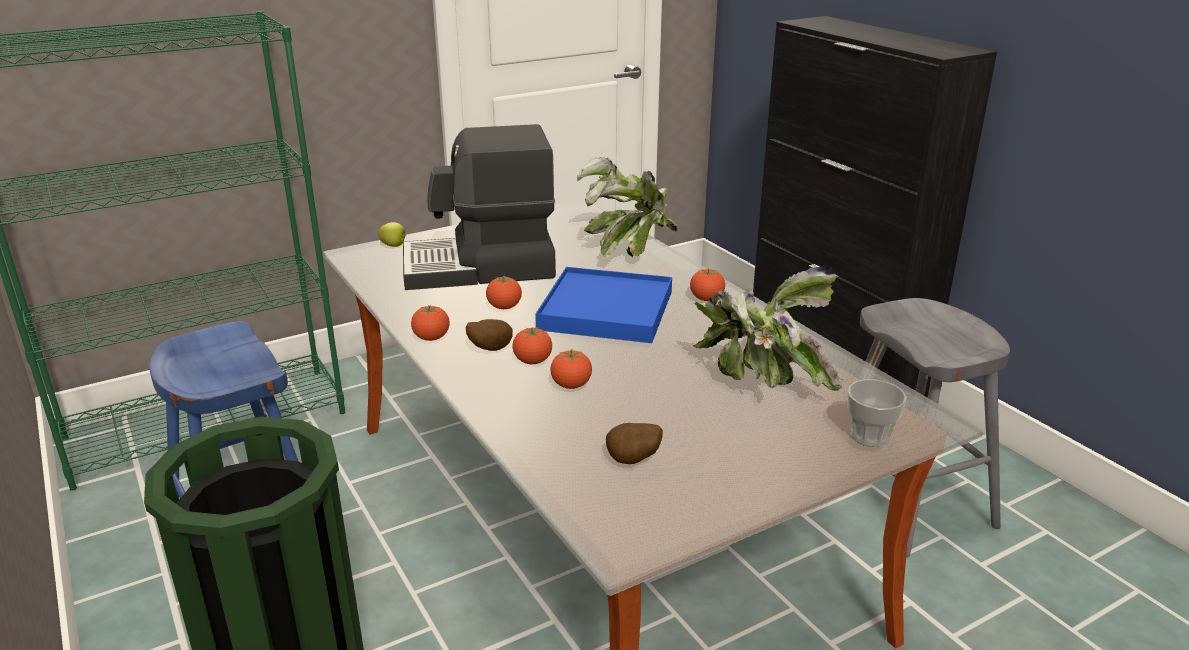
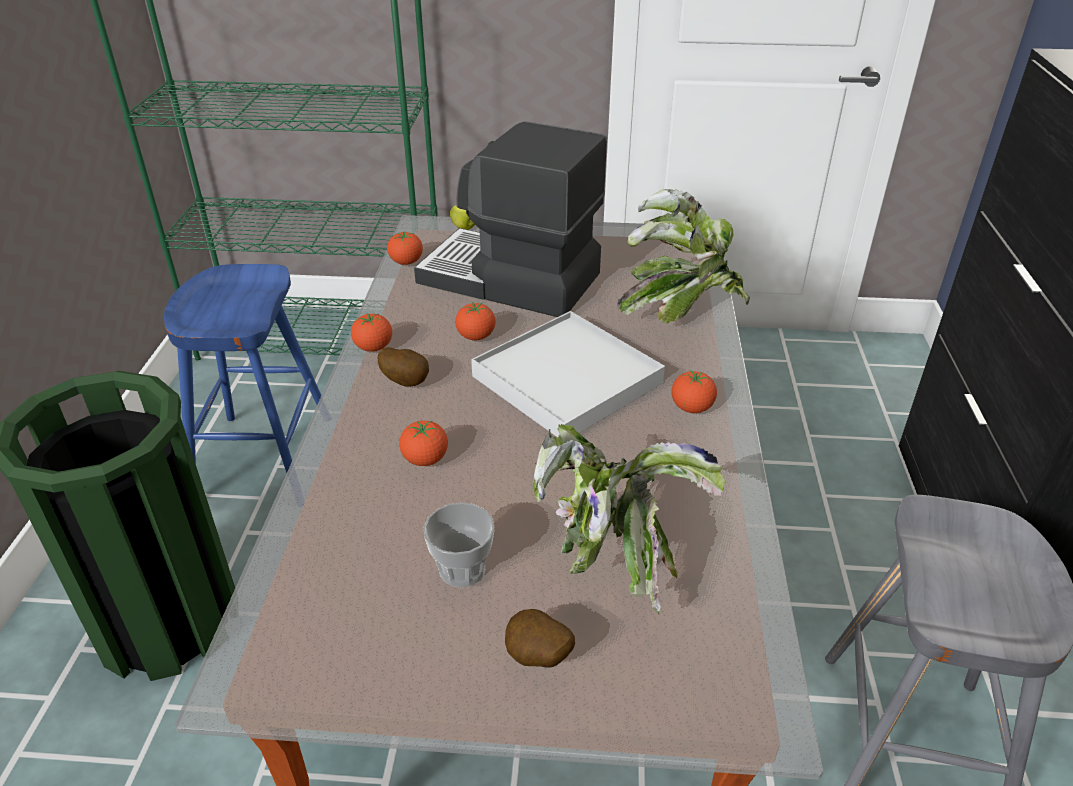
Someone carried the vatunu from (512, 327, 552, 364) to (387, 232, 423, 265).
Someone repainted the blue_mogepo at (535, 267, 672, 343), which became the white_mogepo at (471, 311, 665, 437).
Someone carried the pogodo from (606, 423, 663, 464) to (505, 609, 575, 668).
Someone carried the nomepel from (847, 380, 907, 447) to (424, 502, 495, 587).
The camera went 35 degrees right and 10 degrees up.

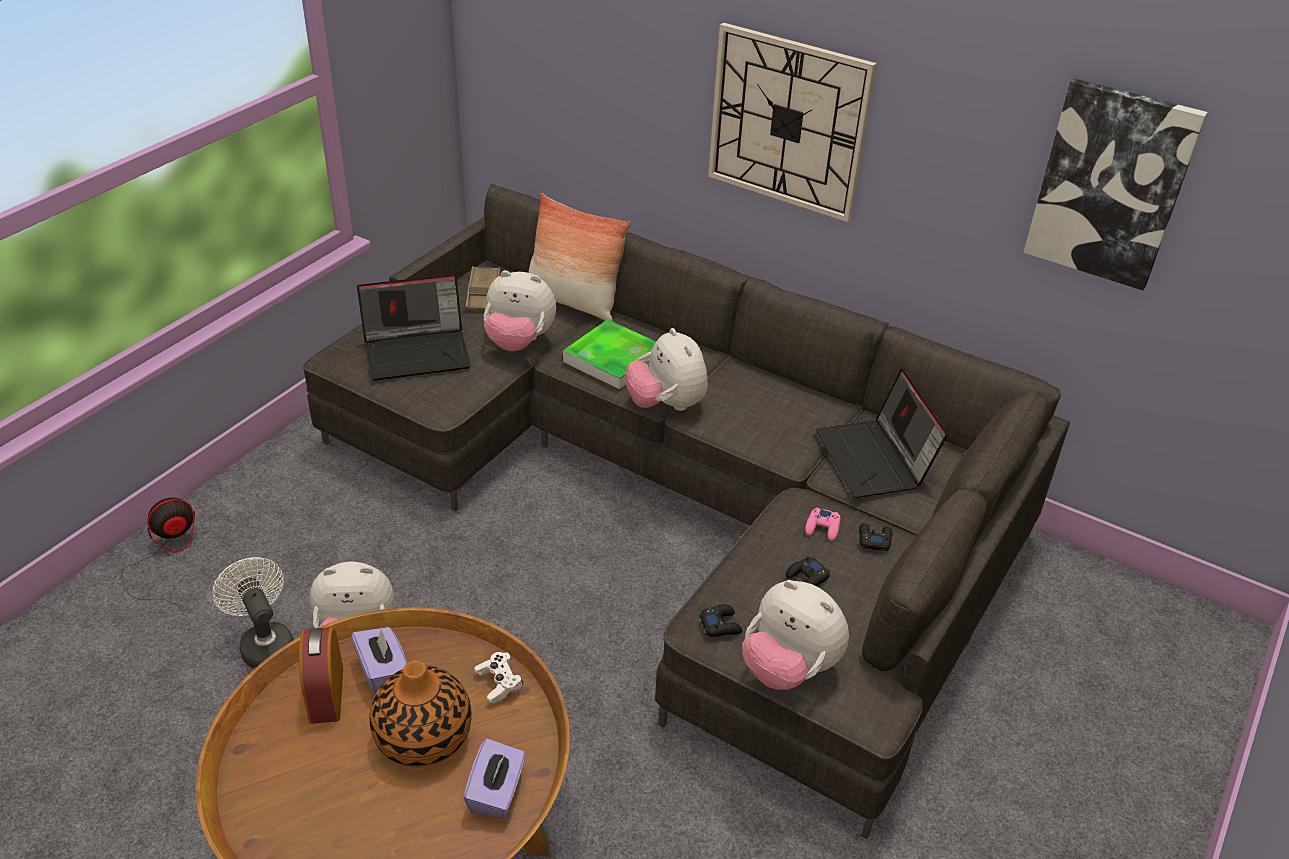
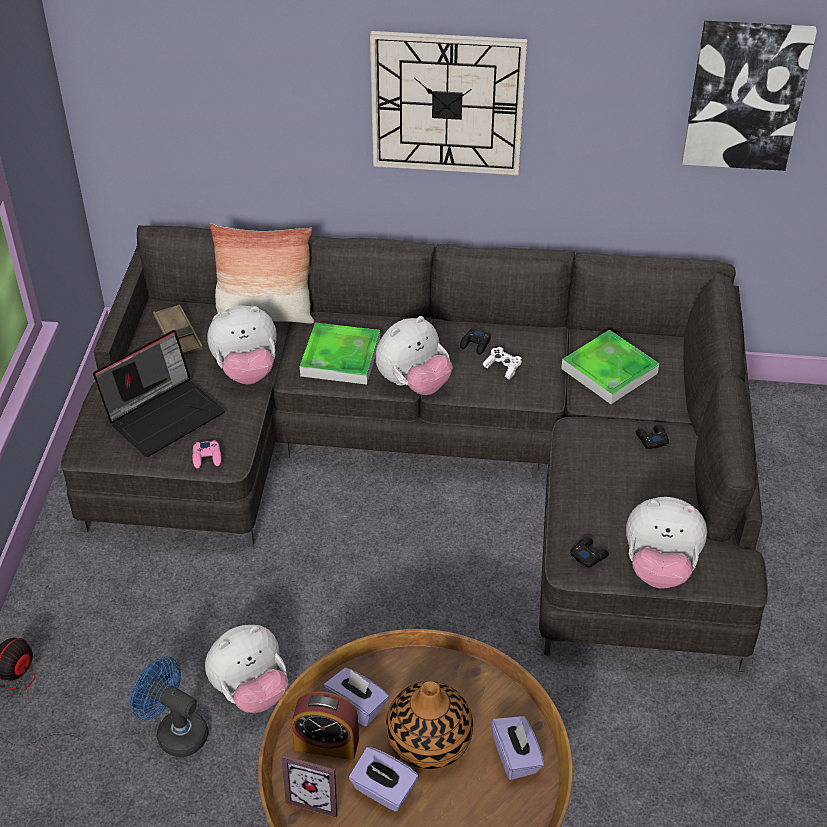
Someone repainted the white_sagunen at (212, 557, 294, 668), which became the blue_sagunen at (130, 657, 208, 757).
Someone rotated the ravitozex at (299, 627, 343, 724) by 45 degrees counterclockwise.
Someone carried the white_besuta from (475, 652, 523, 703) to (483, 347, 522, 380).
Someone rotated the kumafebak at (625, 328, 708, 411) by 75 degrees counterclockwise.
Someone carried the black_besuta from (786, 556, 830, 586) to (460, 328, 491, 355).
Someone carried the pink_besuta from (805, 508, 841, 541) to (192, 440, 221, 468).
Someone swapped the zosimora at (816, 368, 948, 498) for the mogepo at (561, 330, 659, 404).
Someone put down the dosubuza at (282, 755, 337, 817).
Someone put down the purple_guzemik at (349, 747, 419, 812).
The camera went 25 degrees left and 5 degrees up.

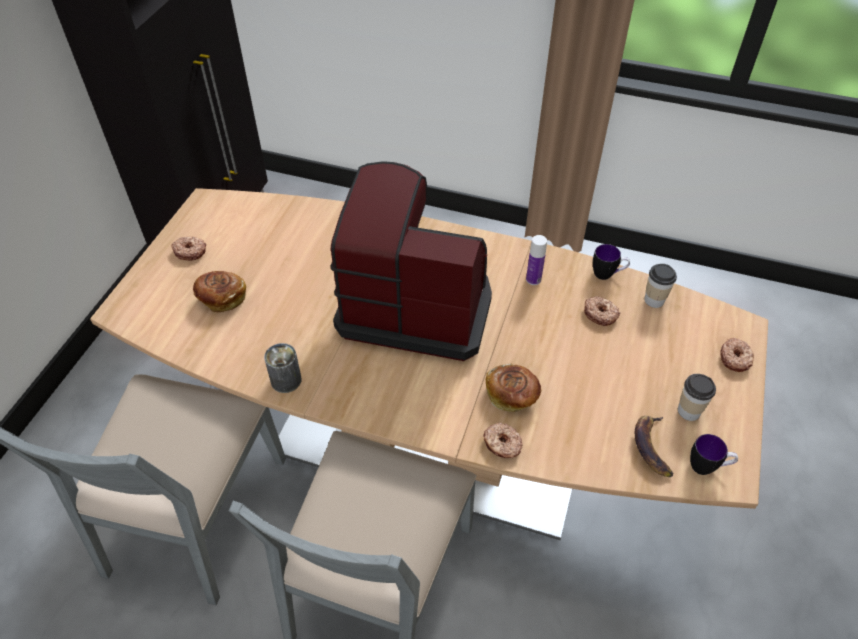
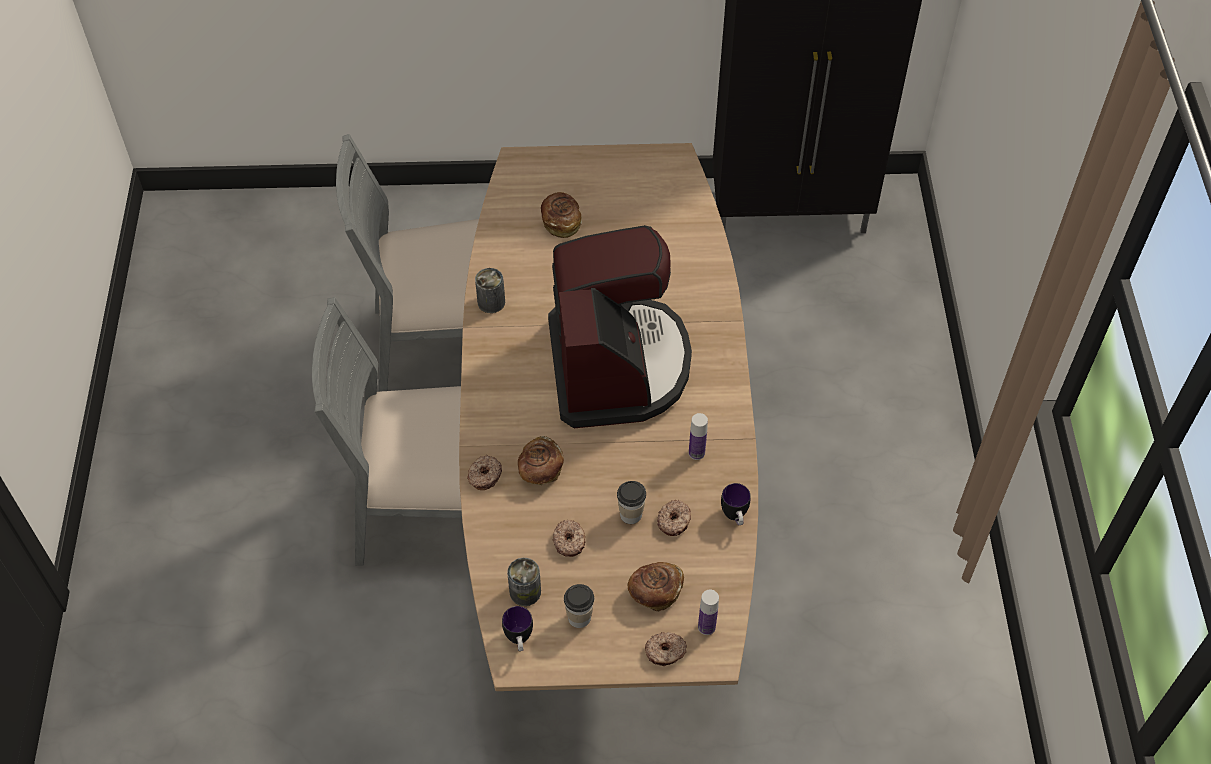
Someone carried the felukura from (171, 237, 206, 260) to (553, 520, 585, 557).
Someone swapped the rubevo at (635, 416, 673, 477) for the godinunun at (507, 558, 541, 606).
Someone carried the nomepel from (644, 264, 677, 308) to (617, 481, 646, 524).
Someone put down the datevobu at (627, 562, 684, 612).
Someone put down the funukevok at (698, 590, 719, 635).
The camera went 70 degrees right and 5 degrees up.

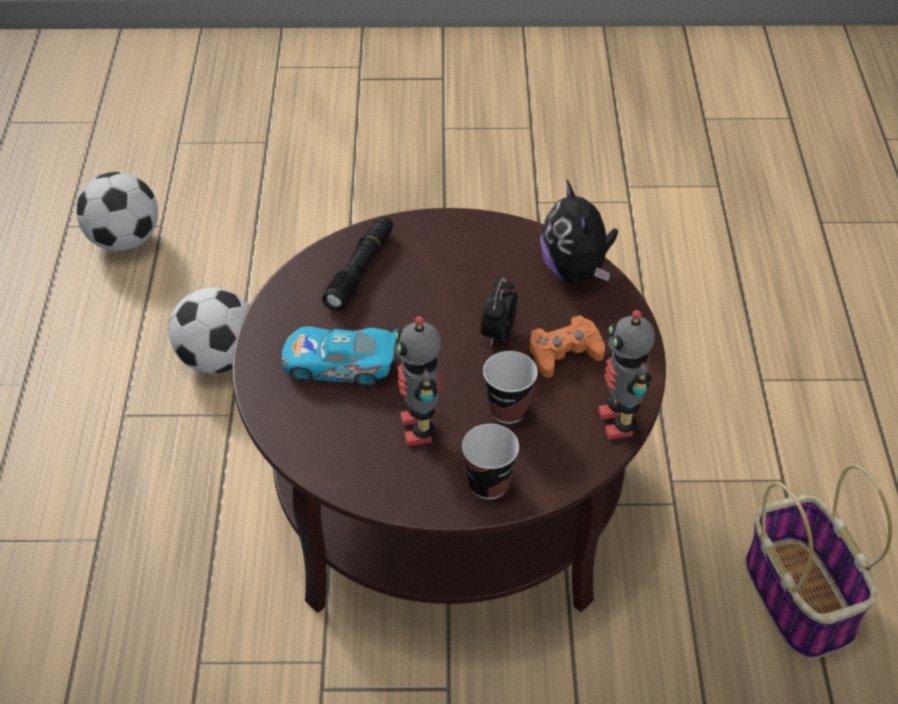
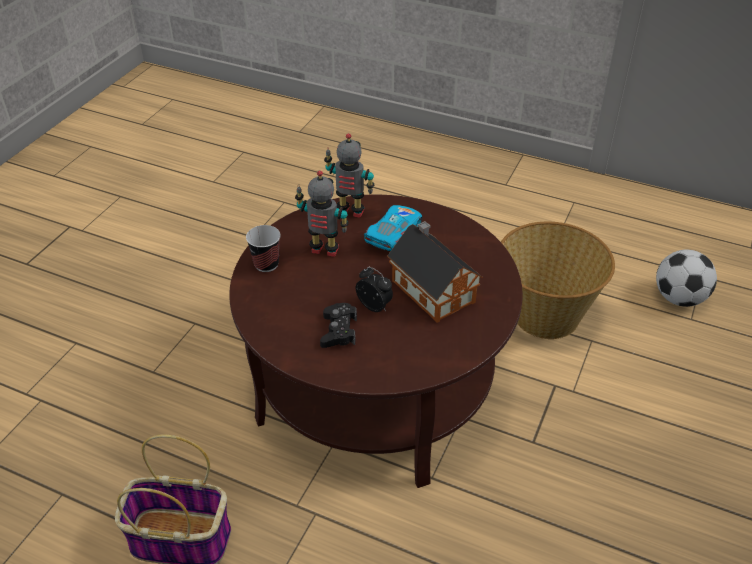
Someone swapped the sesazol at (168, 287, 249, 374) for the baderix at (501, 222, 615, 339).
Someone took away the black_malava at (322, 216, 393, 311).
Someone took away the nomepel at (483, 351, 538, 424).
Someone repainted the orange_besuta at (530, 315, 605, 378), which became the black_besuta at (320, 303, 357, 348).
Someone took away the kumafebak at (540, 180, 618, 283).
Someone carried the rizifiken from (598, 310, 655, 440) to (324, 133, 374, 218).
Someone put down the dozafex at (387, 221, 483, 323).
The camera went 115 degrees right and 5 degrees down.

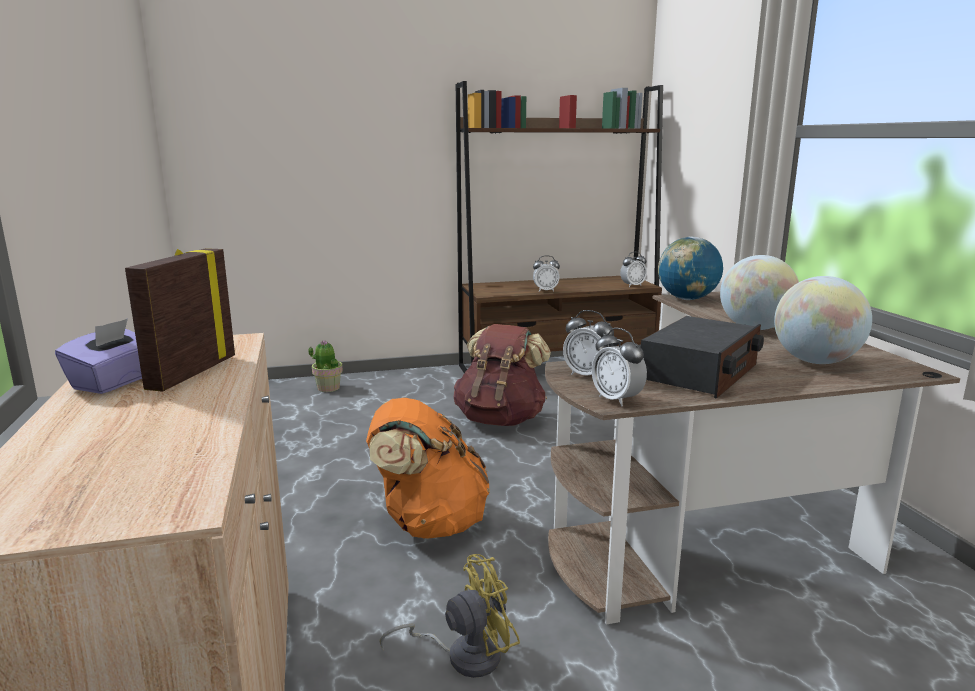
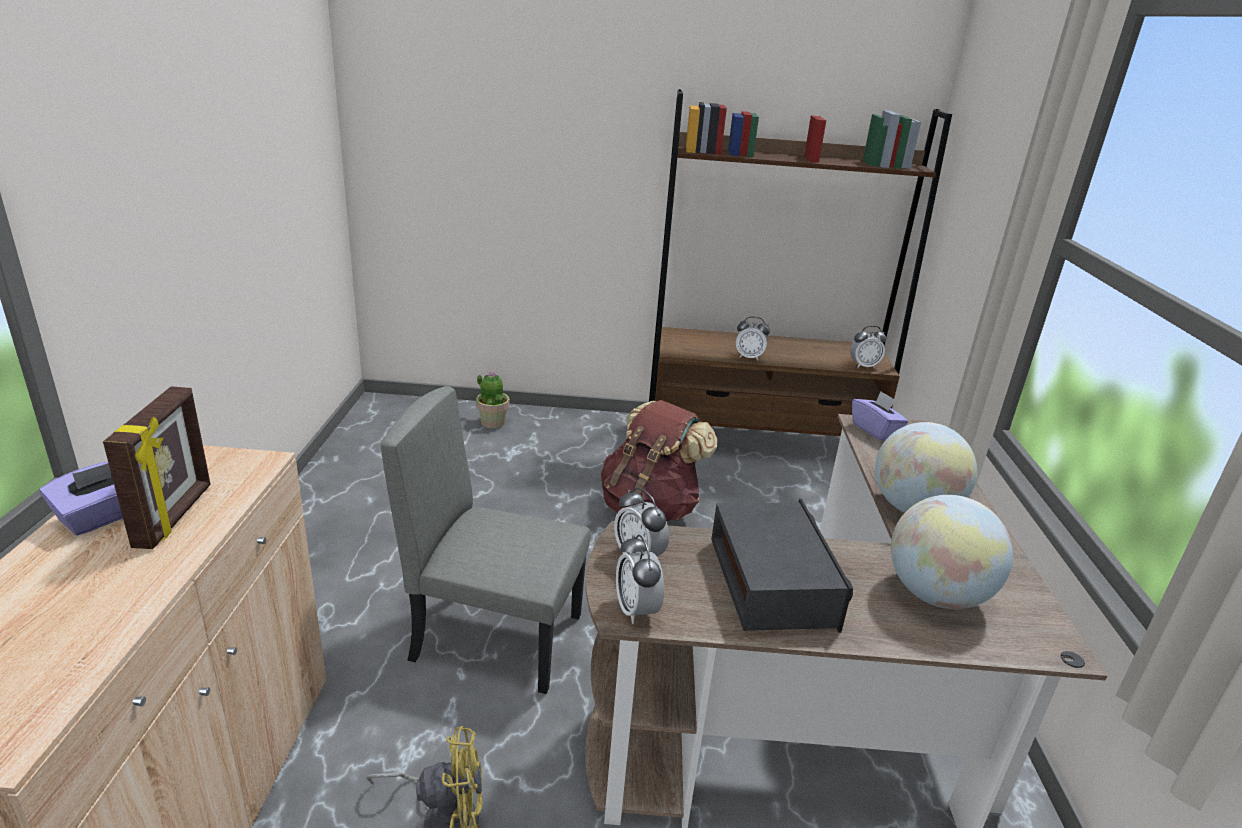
Someone rotated the dosubuza at (125, 248, 235, 392) by 150 degrees clockwise.
Someone swapped the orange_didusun at (366, 398, 490, 539) for the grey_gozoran at (381, 386, 591, 694).
Someone rotated the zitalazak at (641, 316, 764, 399) by 60 degrees counterclockwise.
Someone swapped the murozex at (658, 236, 723, 300) for the purple_guzemik at (852, 391, 908, 441).
The camera went 15 degrees right and 10 degrees up.

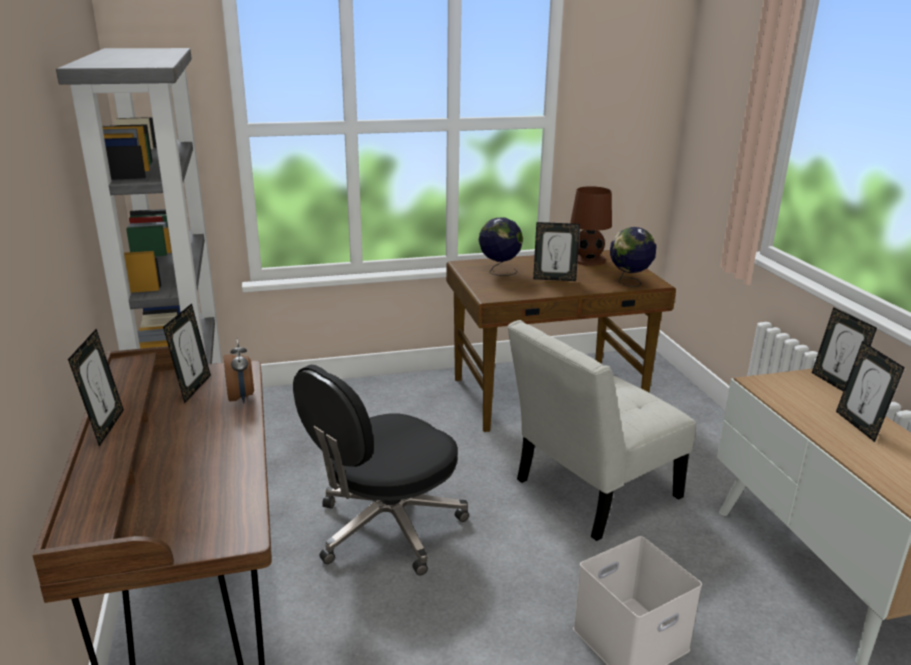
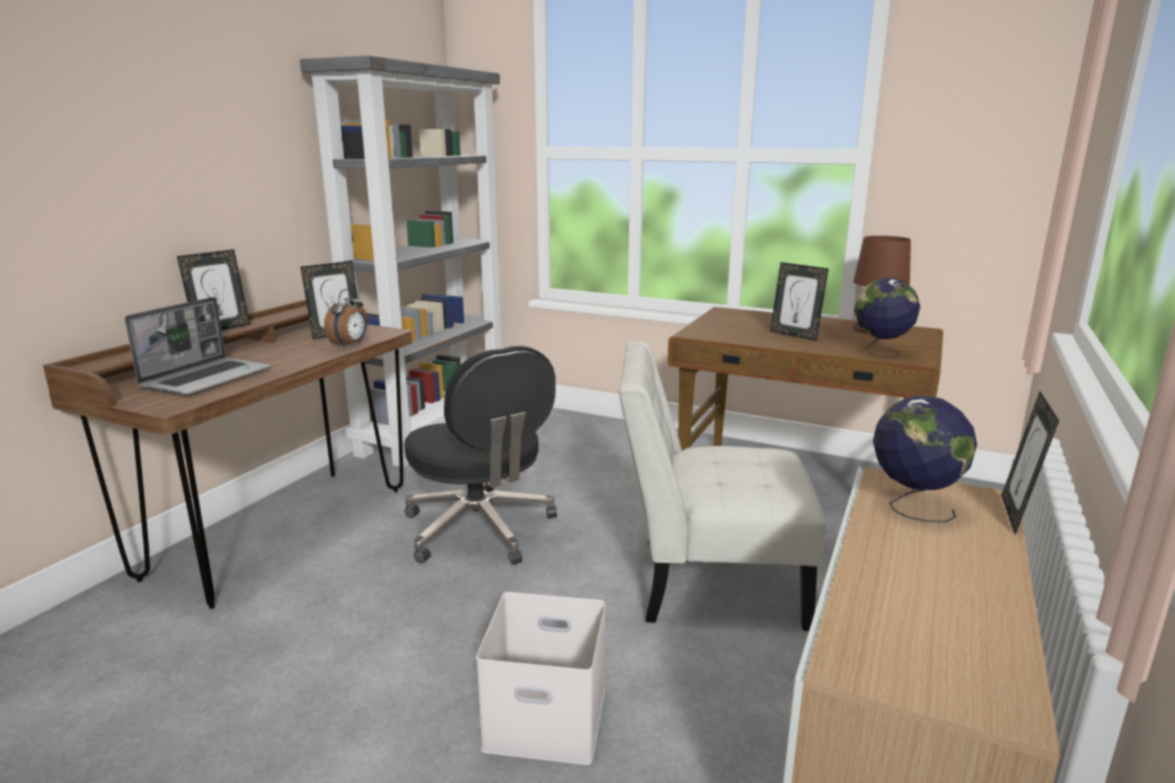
Someone rotated the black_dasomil at (293, 365, 469, 575) by 120 degrees counterclockwise.
Someone carried the murozex from (479, 217, 523, 276) to (873, 396, 977, 522).
Someone took away the dosubuza at (836, 341, 905, 442).
Someone put down the zosimora at (125, 297, 271, 396).
The camera went 40 degrees right and 5 degrees down.

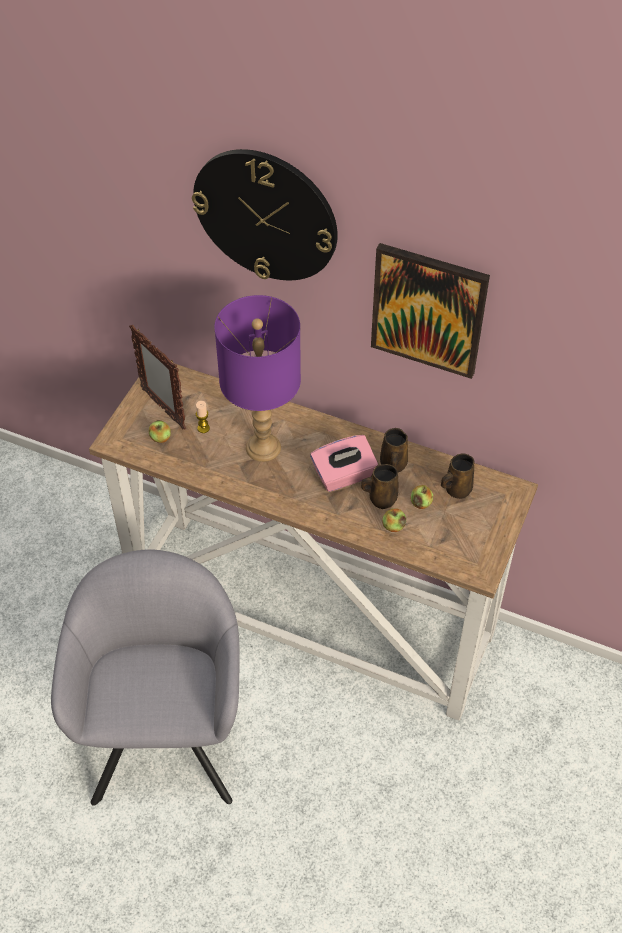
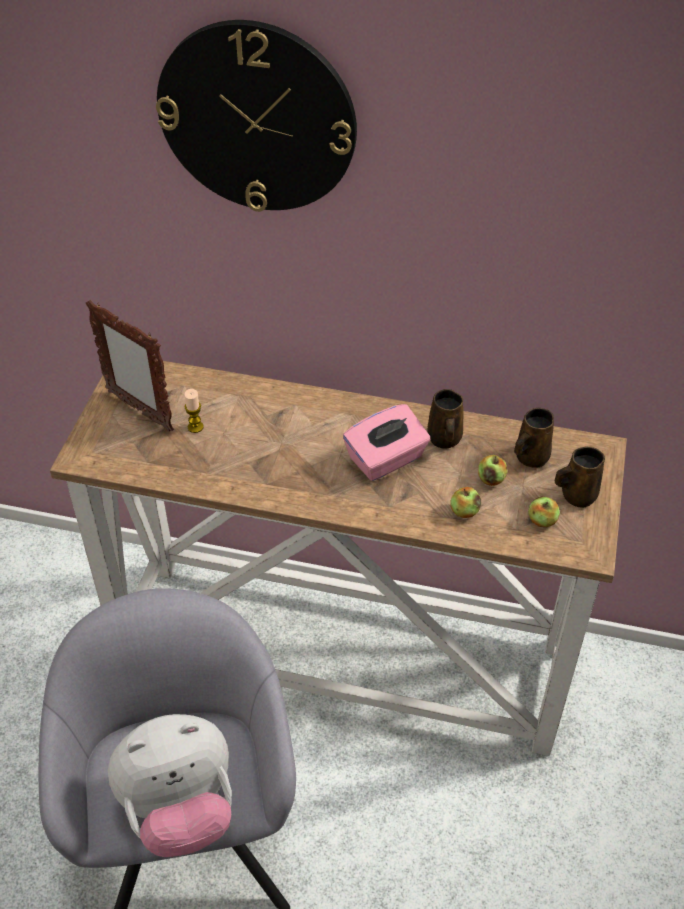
Someone carried the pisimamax from (149, 420, 171, 443) to (528, 496, 560, 527).
Someone took away the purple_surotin at (215, 295, 301, 462).
Someone carried the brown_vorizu from (361, 464, 398, 509) to (555, 446, 605, 508).
Someone took away the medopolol at (371, 243, 490, 379).
Someone put down the kumafebak at (108, 714, 232, 857).
The camera went 10 degrees left and 5 degrees down.

